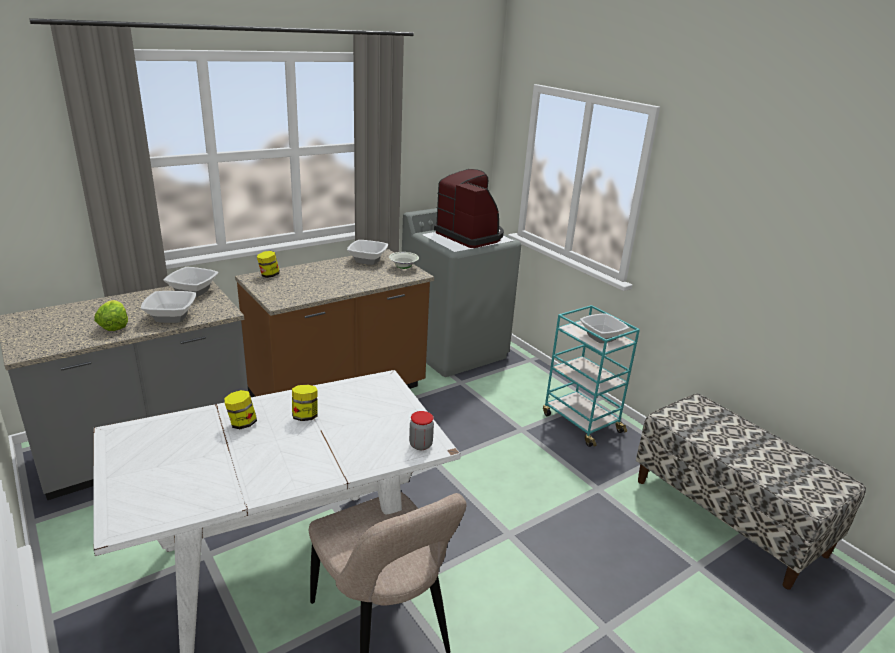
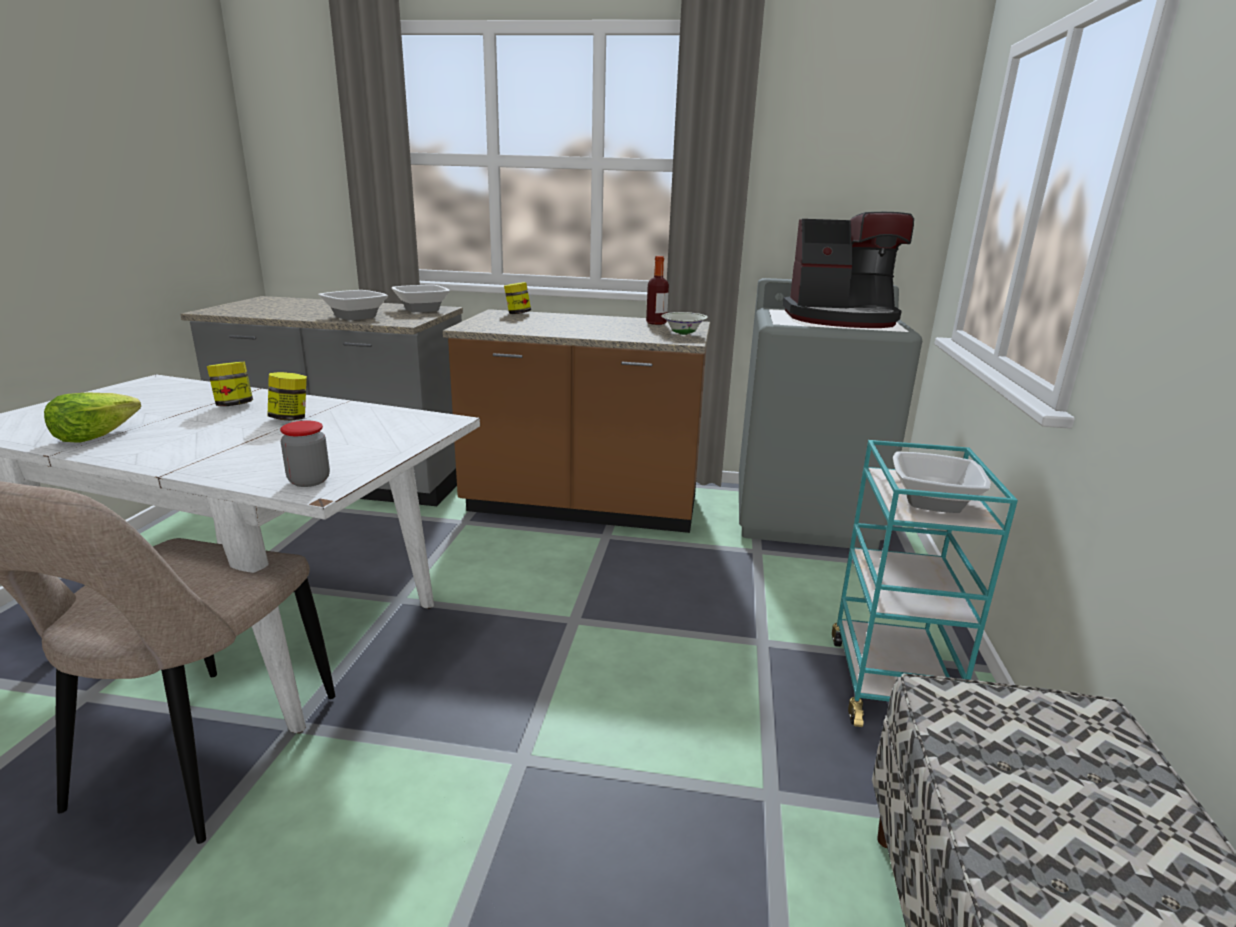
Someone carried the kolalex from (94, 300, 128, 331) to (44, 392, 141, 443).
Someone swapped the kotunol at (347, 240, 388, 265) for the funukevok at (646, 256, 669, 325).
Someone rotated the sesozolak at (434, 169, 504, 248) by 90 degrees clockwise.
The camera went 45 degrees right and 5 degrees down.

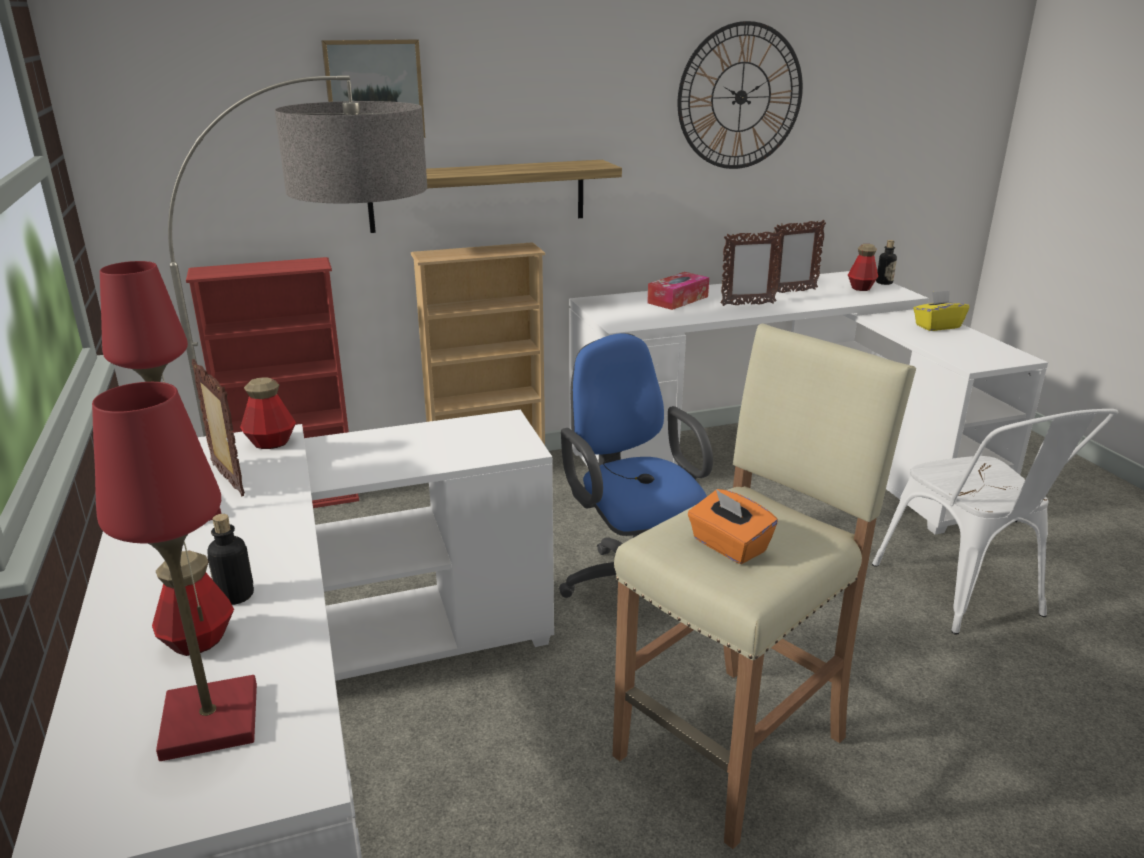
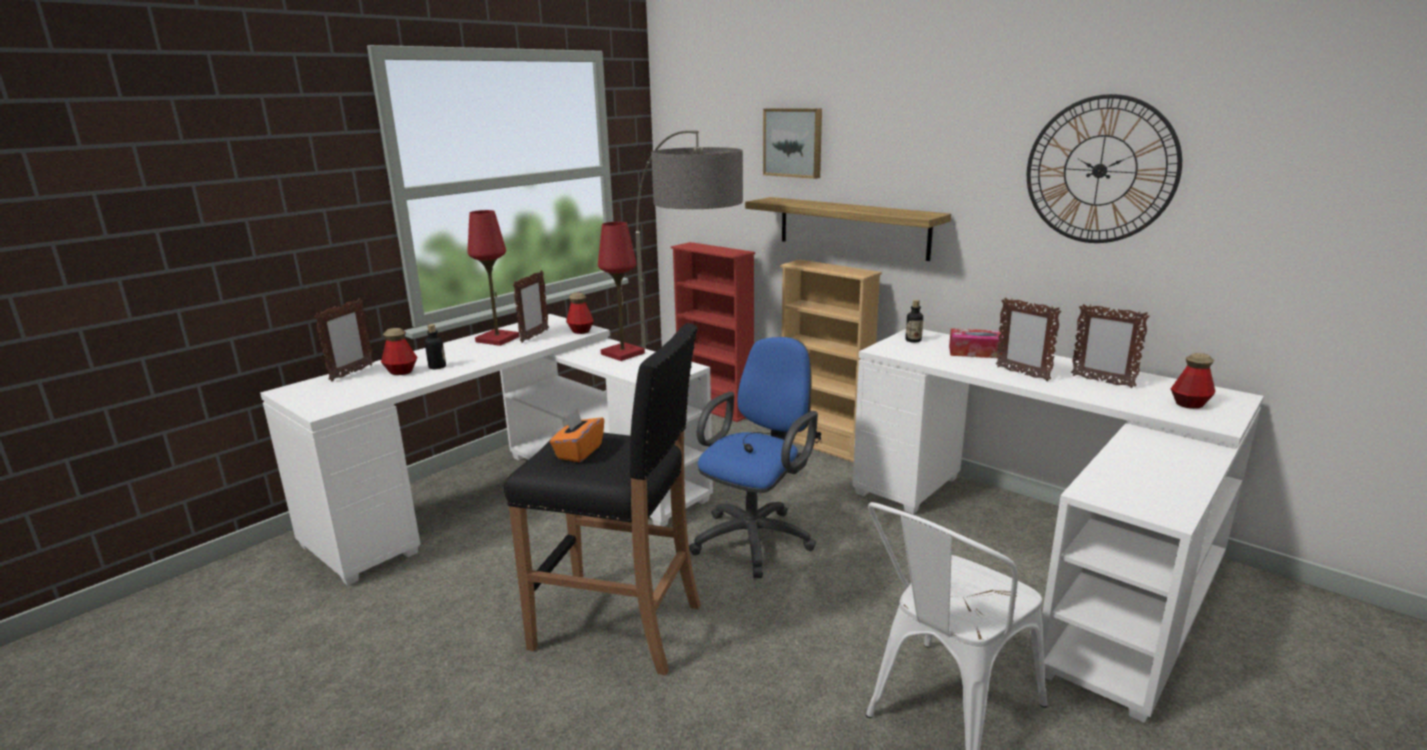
Someone carried the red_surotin from (92, 382, 257, 761) to (598, 222, 645, 361).
Someone repainted the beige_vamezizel at (613, 324, 916, 849), which became the black_vamezizel at (504, 323, 701, 675).
Someone carried the funukevok from (876, 240, 897, 285) to (905, 300, 923, 343).
Someone took away the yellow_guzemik at (913, 290, 969, 331).
Someone put down the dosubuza at (314, 298, 374, 382).
The camera went 60 degrees right and 5 degrees down.

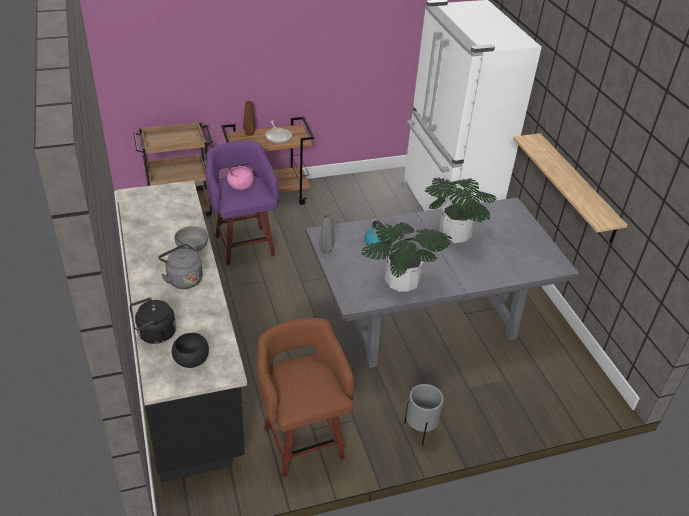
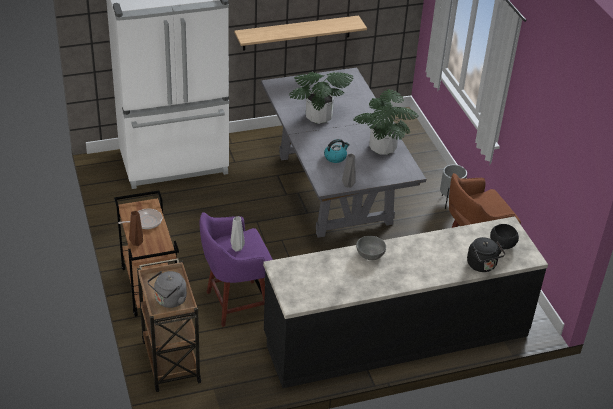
Someone carried the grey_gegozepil from (158, 244, 203, 289) to (147, 271, 187, 308).
Someone swapped the pink_kotunol at (227, 166, 254, 190) for the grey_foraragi at (231, 216, 245, 252).
The camera went 90 degrees left and 0 degrees up.

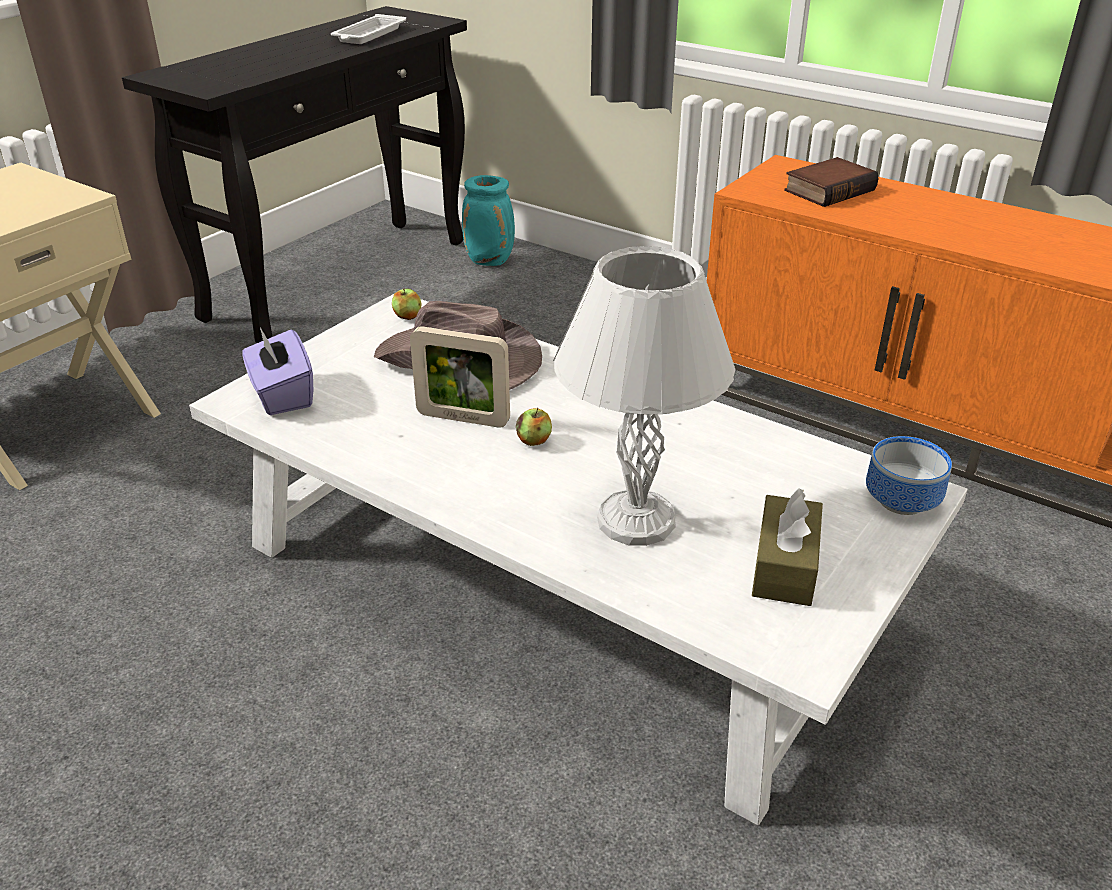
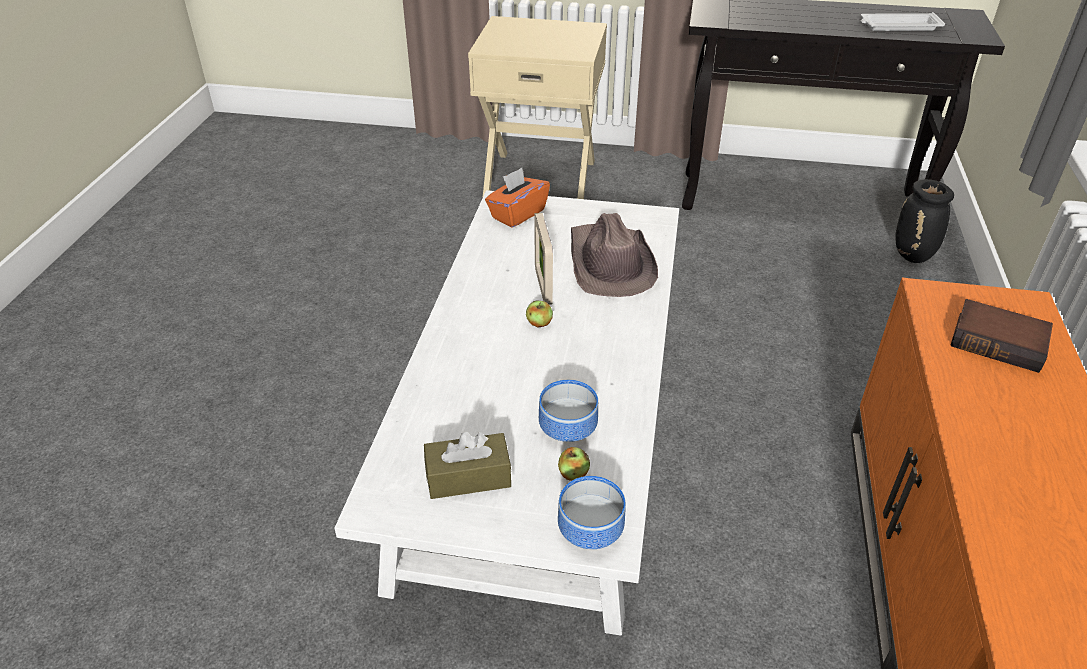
Someone repainted the purple_guzemik at (243, 328, 313, 415), which became the orange_guzemik at (485, 168, 550, 227).
Someone carried the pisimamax from (392, 289, 421, 320) to (558, 447, 590, 481).
Someone repainted the turquoise_foraragi at (462, 175, 515, 266), which became the black_foraragi at (895, 179, 954, 263).
Someone took away the white_surotin at (553, 246, 736, 546).
Someone put down the kotunol at (539, 380, 598, 442).
The camera went 65 degrees right and 5 degrees up.

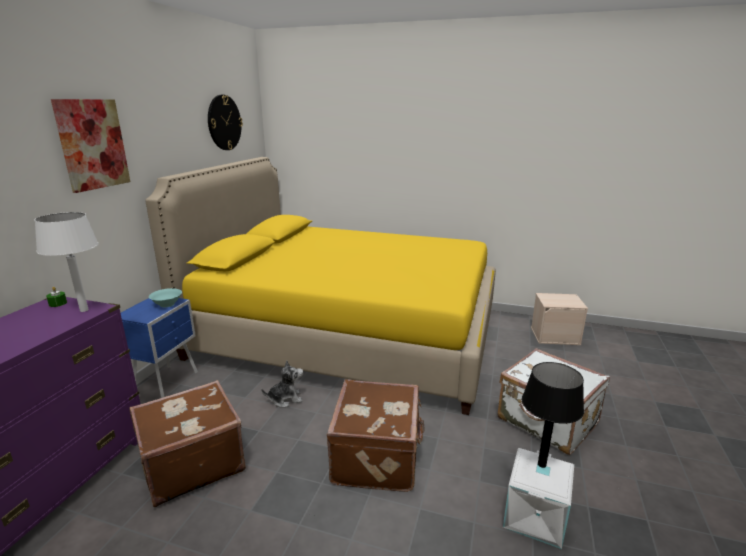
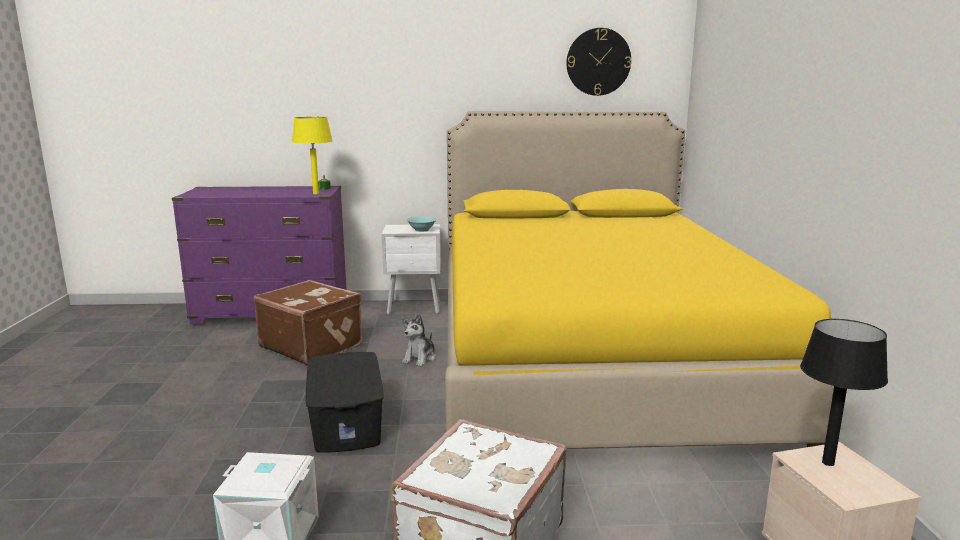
Someone repainted the white_surotin at (34, 212, 99, 312), which became the yellow_surotin at (292, 117, 333, 194).
Someone took away the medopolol at (51, 99, 130, 193).
Someone repainted the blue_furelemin at (121, 298, 198, 398), which became the white_furelemin at (382, 224, 441, 315).
Someone rotated the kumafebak at (261, 360, 303, 407) by 60 degrees clockwise.
Someone swapped the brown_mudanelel at (327, 379, 424, 492) for the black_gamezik at (305, 352, 383, 453).
Someone carried the black_surotin from (522, 362, 584, 468) to (800, 319, 888, 466).
The camera went 70 degrees right and 5 degrees down.

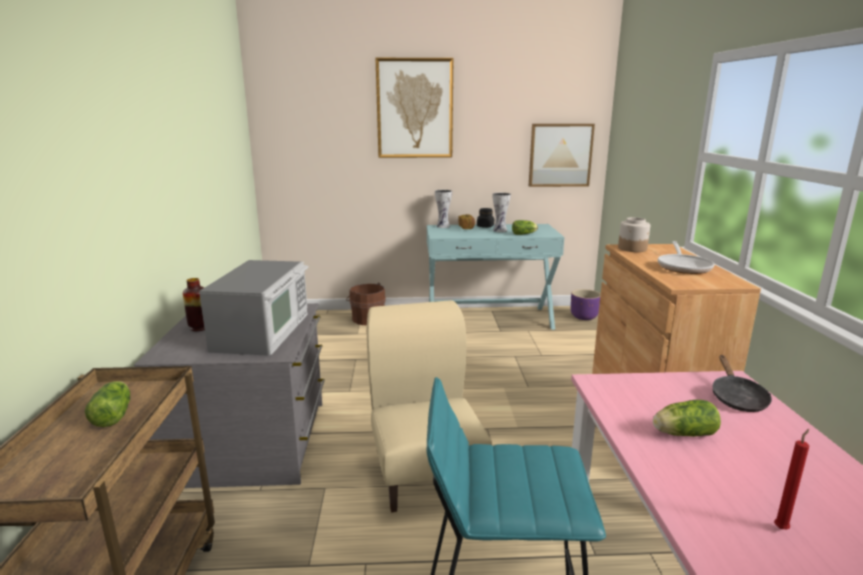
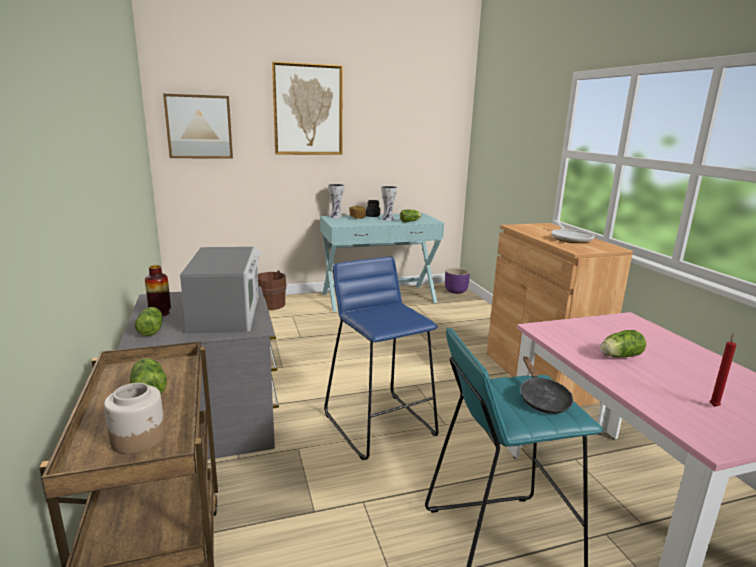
Someone swapped the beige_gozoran at (367, 300, 492, 513) for the blue_vamezizel at (324, 257, 439, 460).
Someone carried the medopolol from (529, 124, 595, 187) to (163, 94, 233, 158).
Someone carried the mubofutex from (618, 217, 650, 252) to (104, 383, 165, 454).
Someone carried the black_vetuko from (712, 355, 772, 412) to (520, 356, 573, 414).
Someone put down the kolalex at (135, 307, 163, 336).
The camera went 15 degrees left and 0 degrees up.

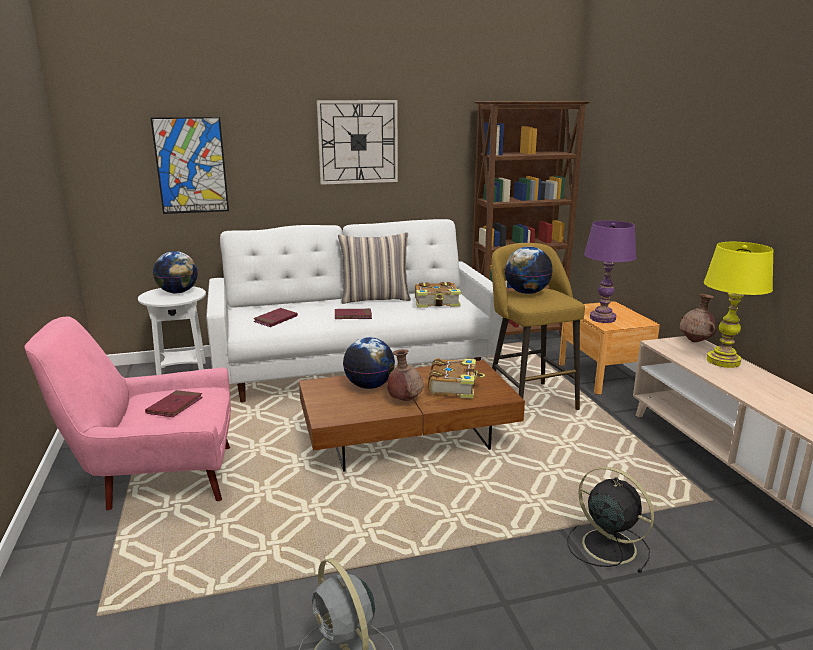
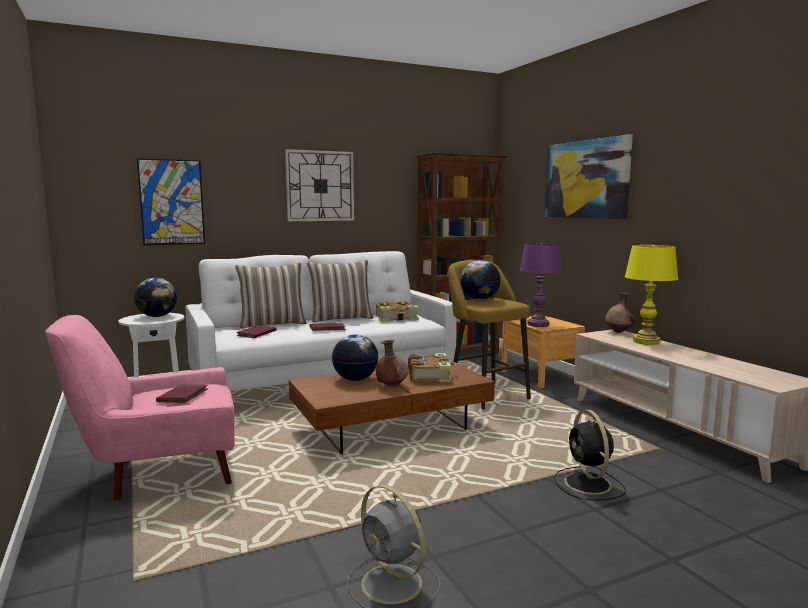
Someone rotated the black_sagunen at (567, 467, 654, 573) by 135 degrees counterclockwise.
Someone put down the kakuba at (236, 263, 306, 328).
Someone put up the medopolol at (544, 134, 633, 219).
The camera went 10 degrees left and 10 degrees down.

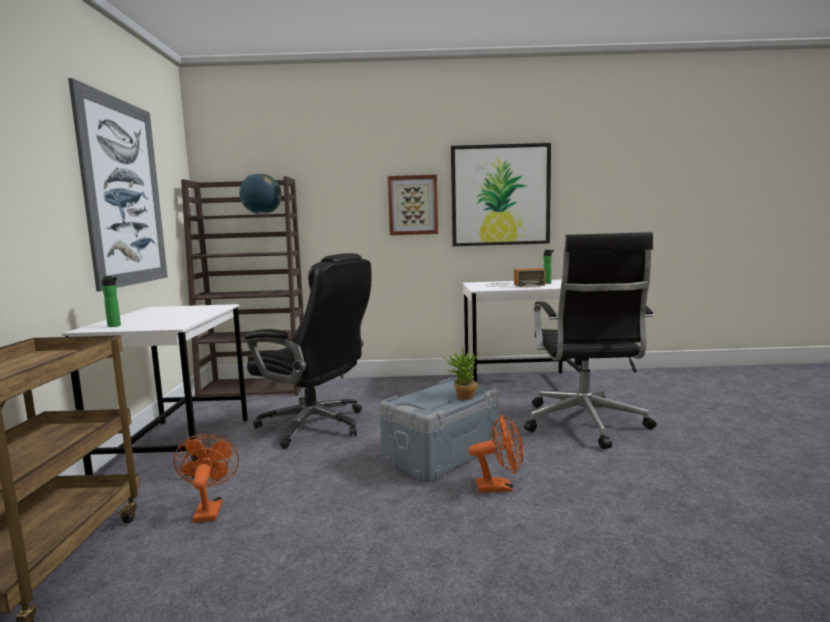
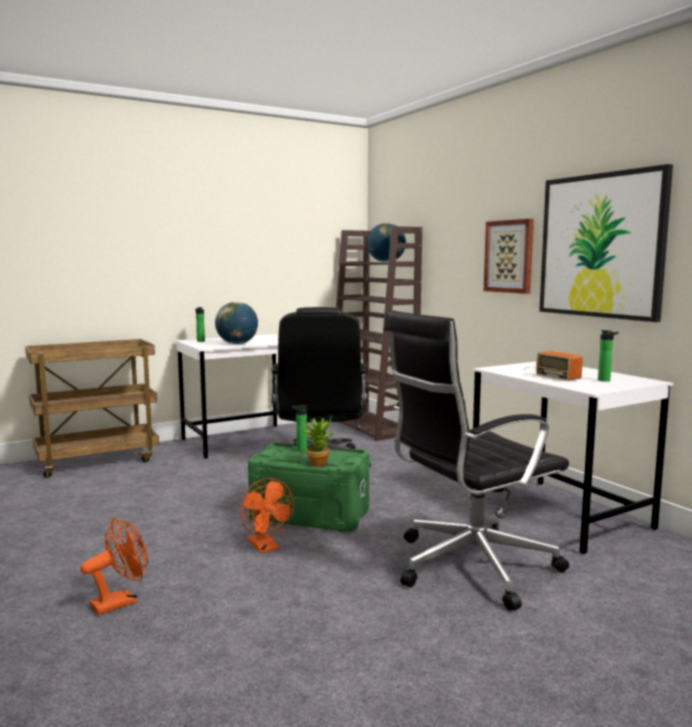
Someone took away the medopolol at (68, 78, 168, 291).
Someone carried the orange_sagunen from (174, 434, 239, 523) to (81, 518, 148, 615).
Someone repainted the grey_gamezik at (379, 378, 499, 482), which became the green_gamezik at (248, 443, 369, 532).
Someone put down the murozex at (215, 302, 258, 344).
Someone put down the funukevok at (292, 405, 307, 451).
The camera went 60 degrees right and 0 degrees up.

